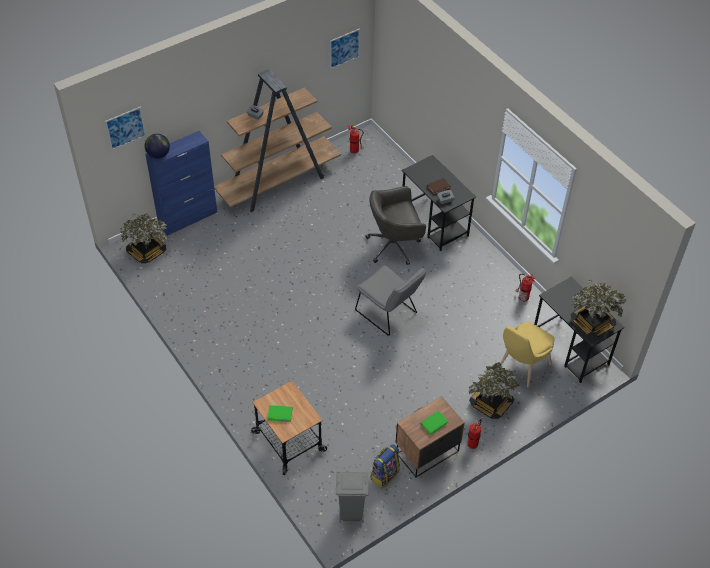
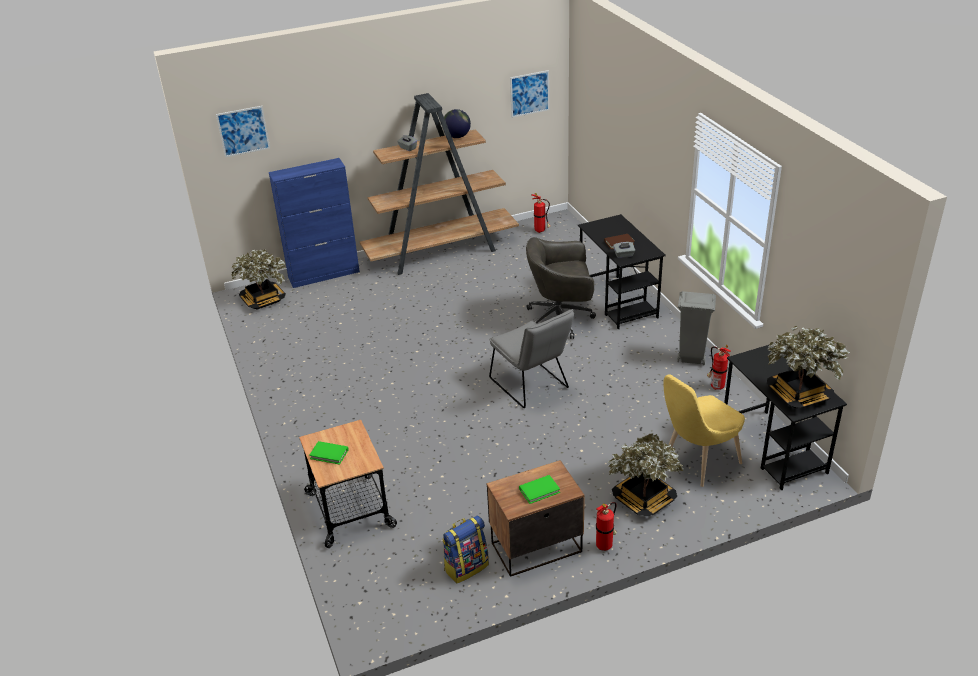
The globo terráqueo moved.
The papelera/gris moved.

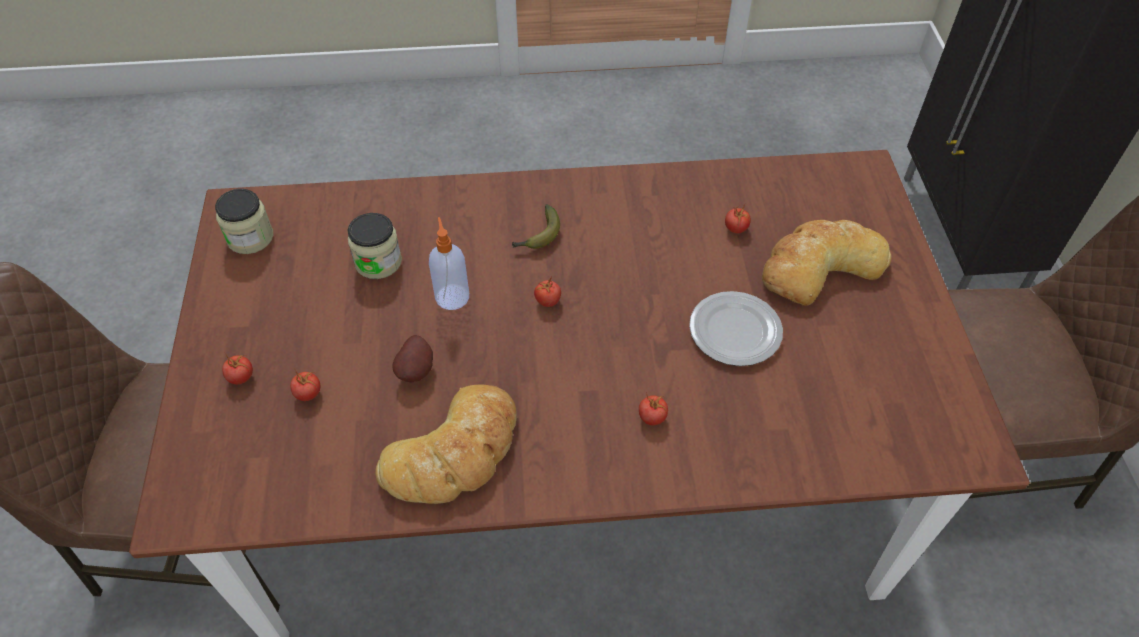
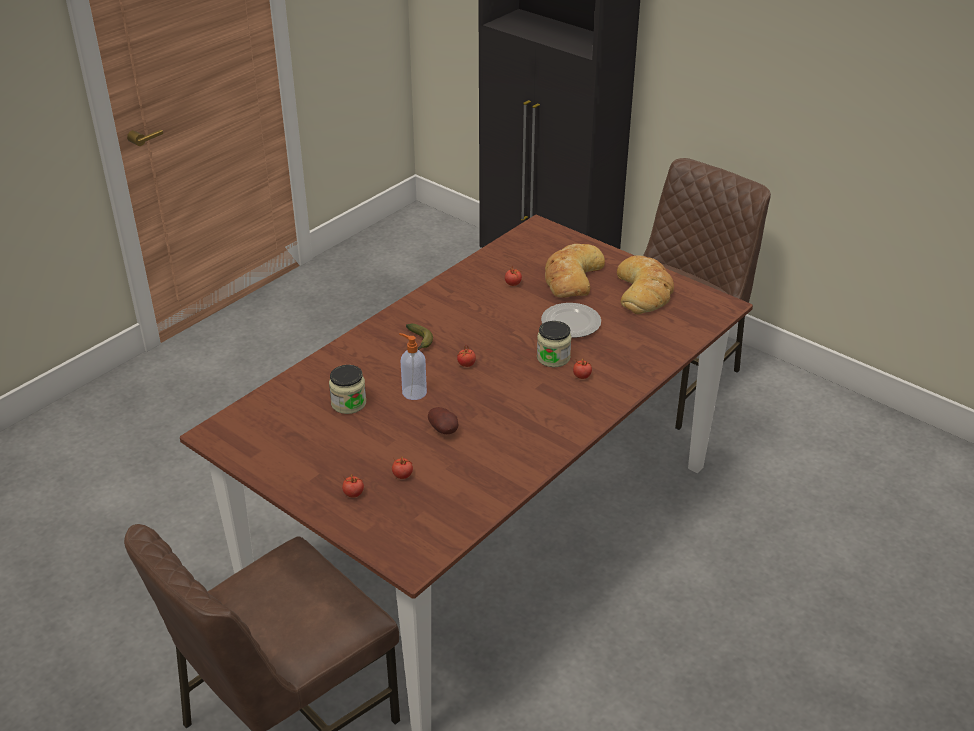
The tarro (no. 1 from left in the first image) moved.
The pan (no. 1 from left in the first image) moved.

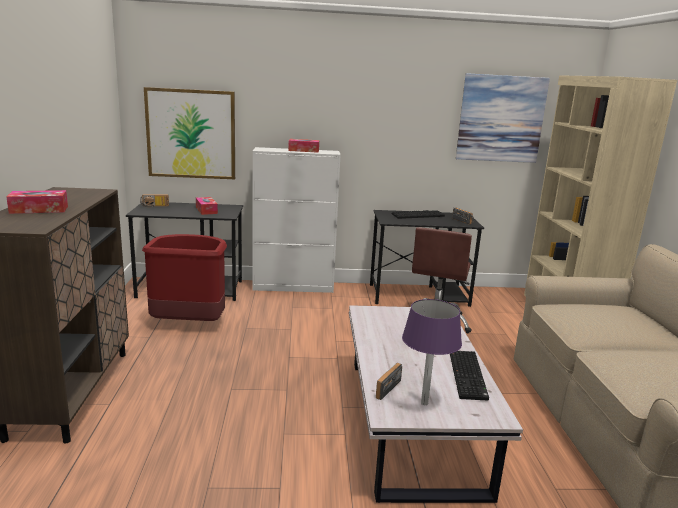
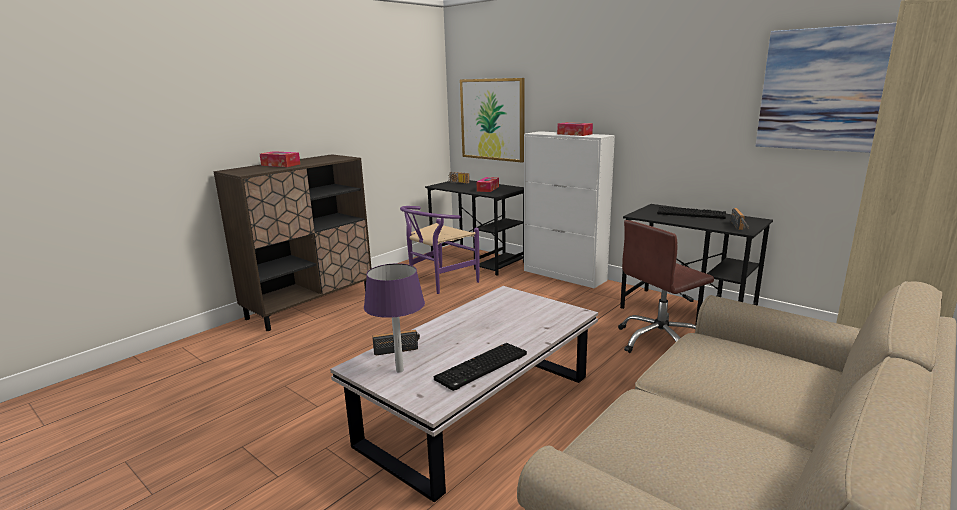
The papelera/rojo was replaced by the silla/morado.

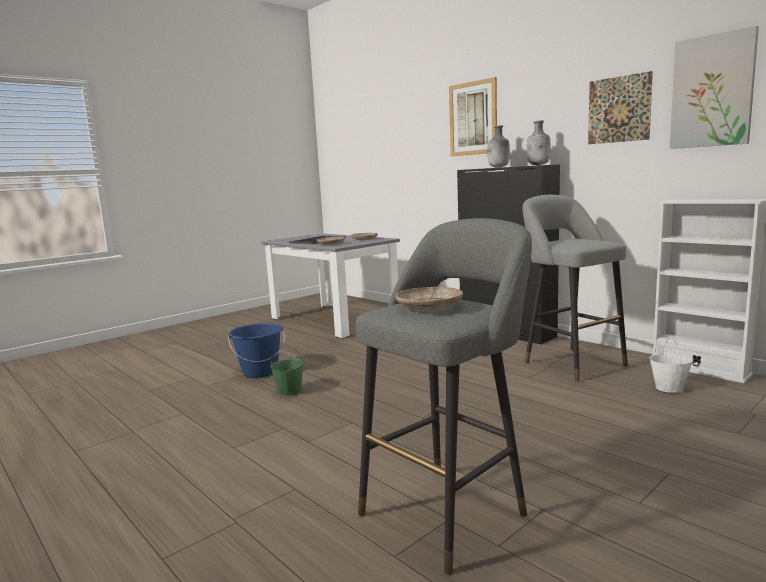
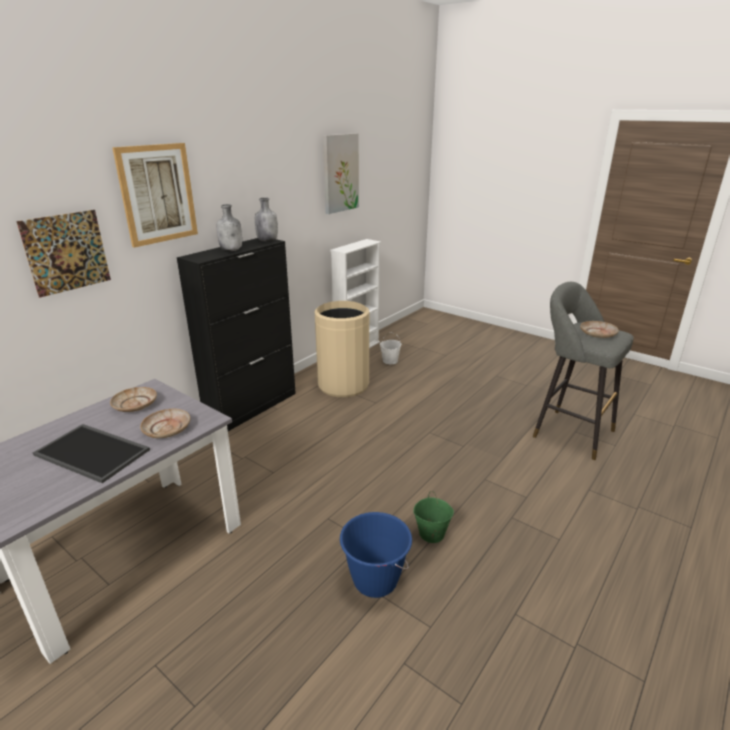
The cuadro (no. 2 from left in the first image) moved.
The taburete/gris (no. 2 from left) was replaced by the papelera/beis.

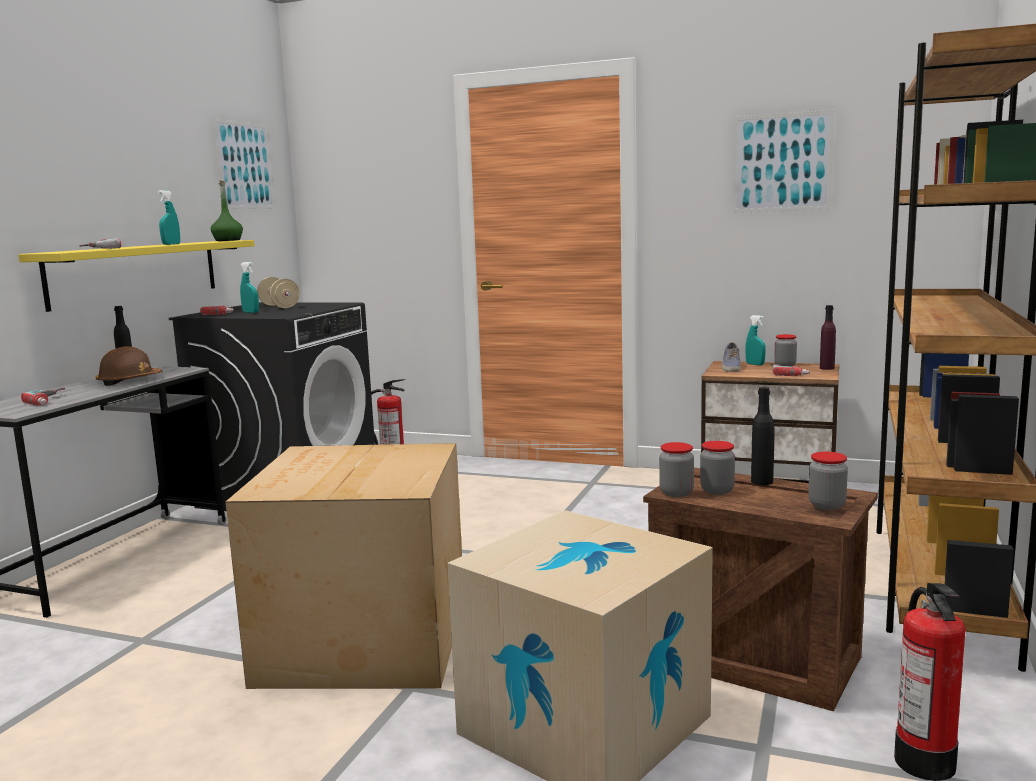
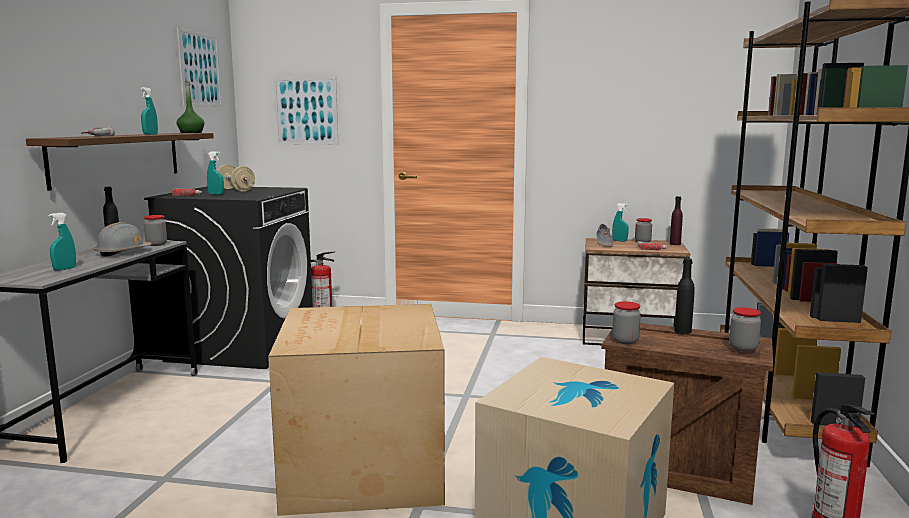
The cuadro (no. 2 from left) moved.
The estante/amarillo became the estante/marrón.
The casco/marrón became the casco/gris.
The taladro (no. 1 from left) was replaced by the pulverizador/turquesa (no. 1 from left).
The tarro (no. 2 from left in the first image) moved.

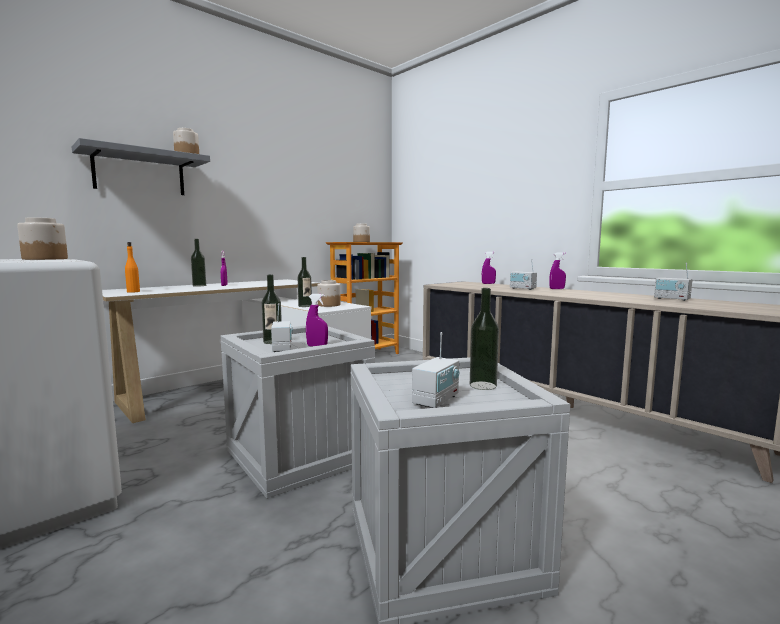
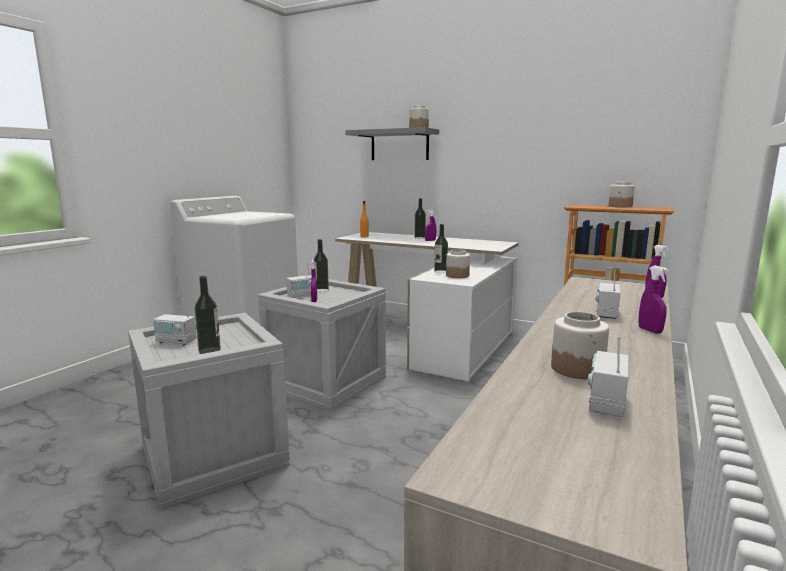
The tarro (no. 1 from left in the first image) moved.

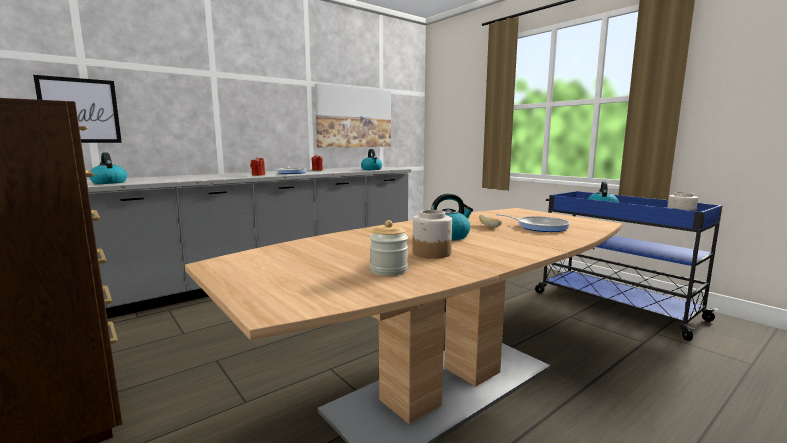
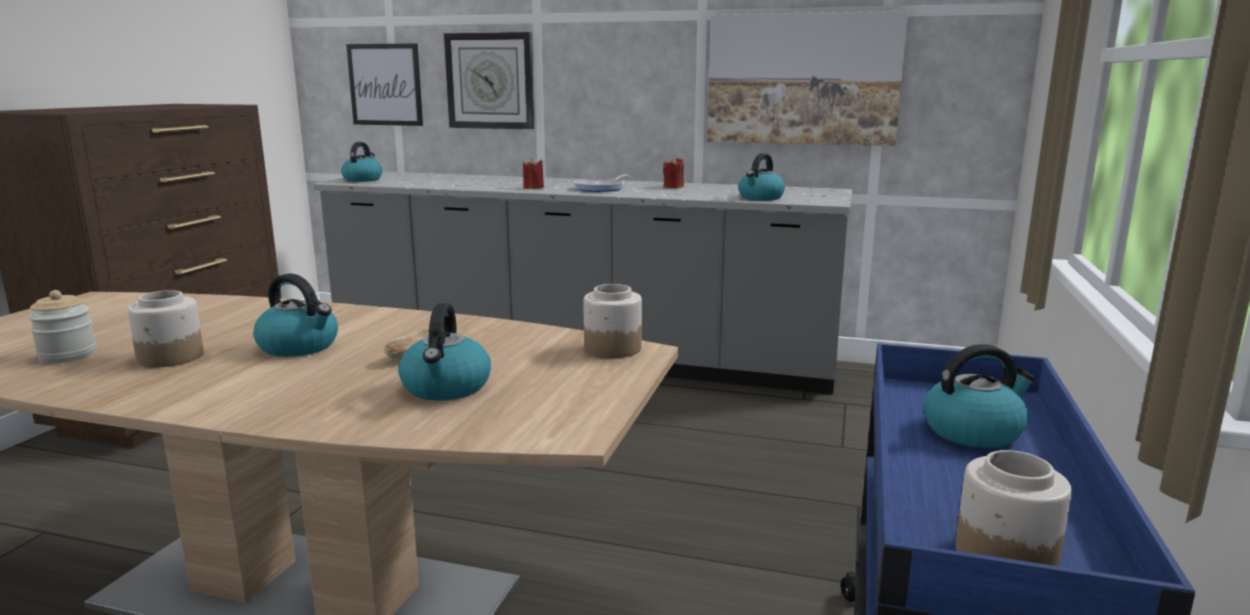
The sartén (no. 2 from left) was replaced by the hervidor (no. 3 from left).
The reloj de pared appeared.
The tarro (no. 3 from left) appeared.

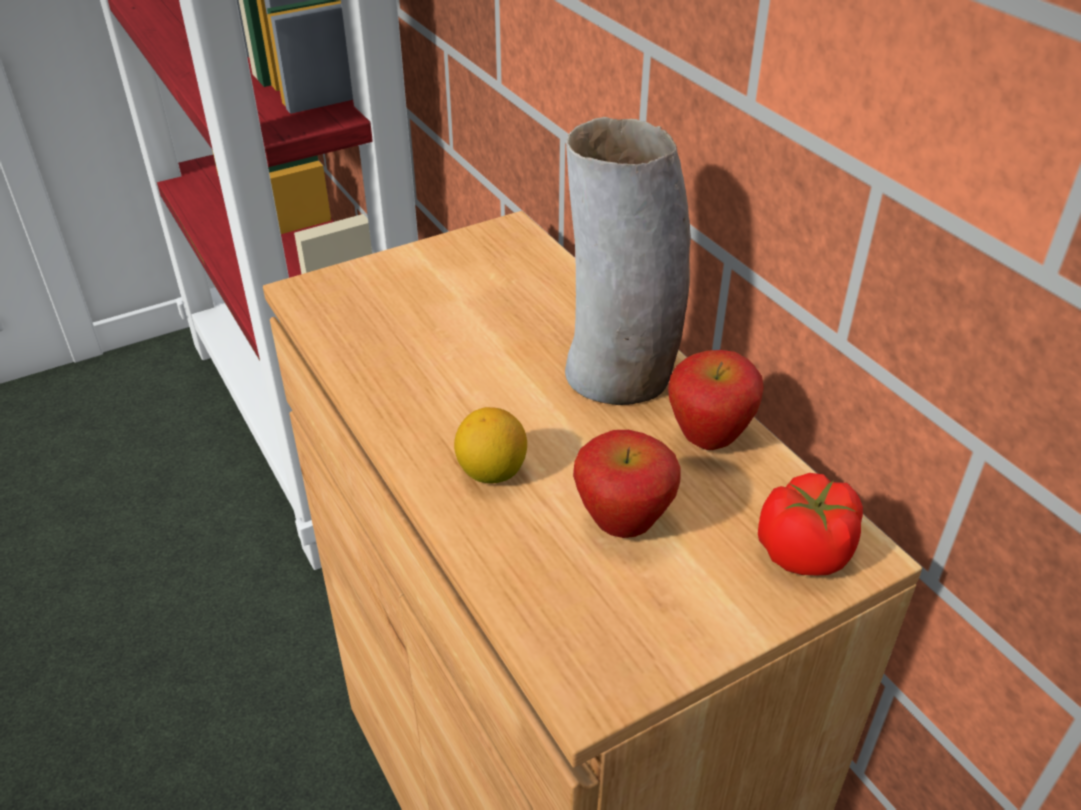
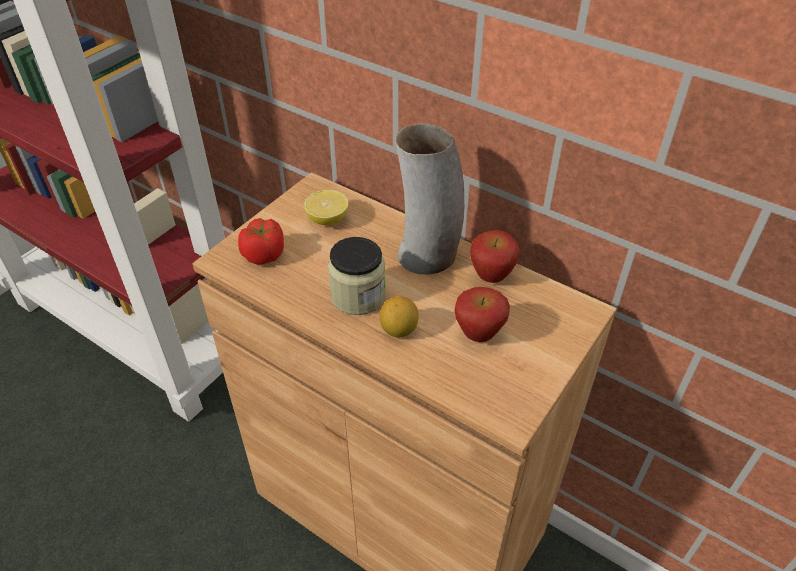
The tomate moved.
The limón (no. 1 from left) appeared.
The tarro appeared.

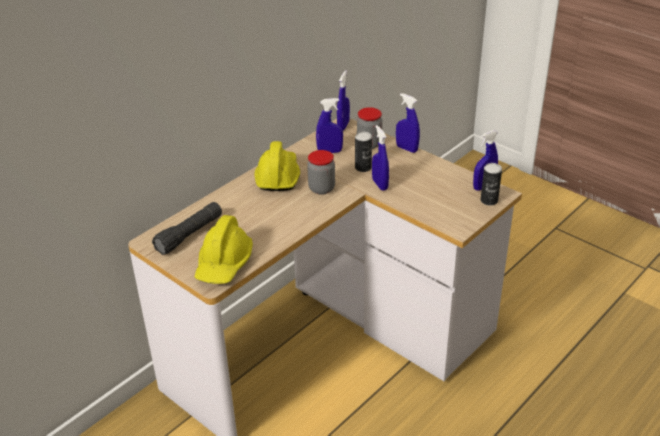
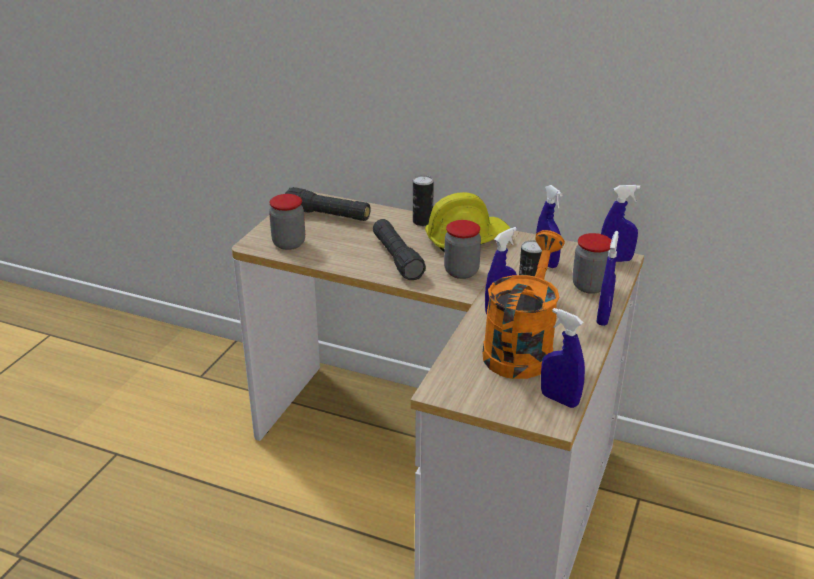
The lata (no. 2 from left in the first image) moved.
The casco/amarillo (no. 1 from left) was replaced by the tarro (no. 1 from left).
The linterna/negro (no. 2 from left) appeared.
The regadera/naranja appeared.

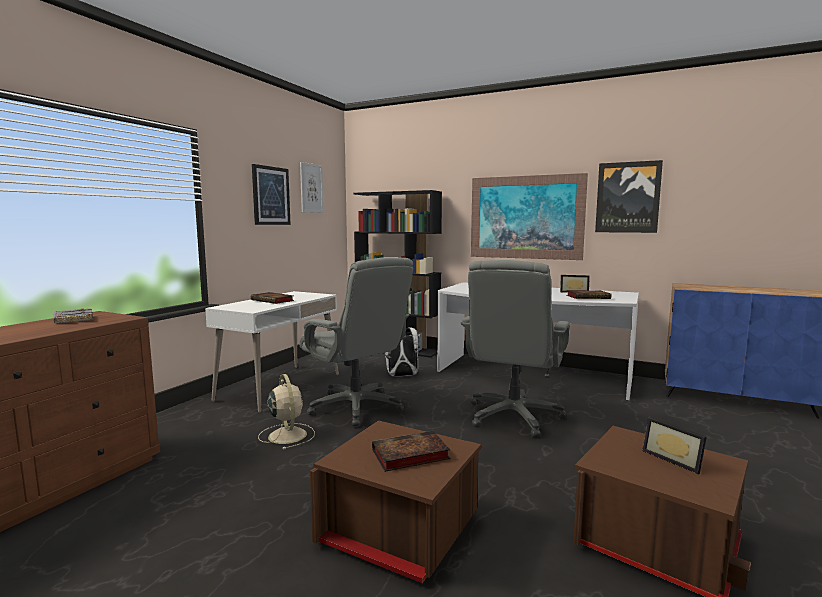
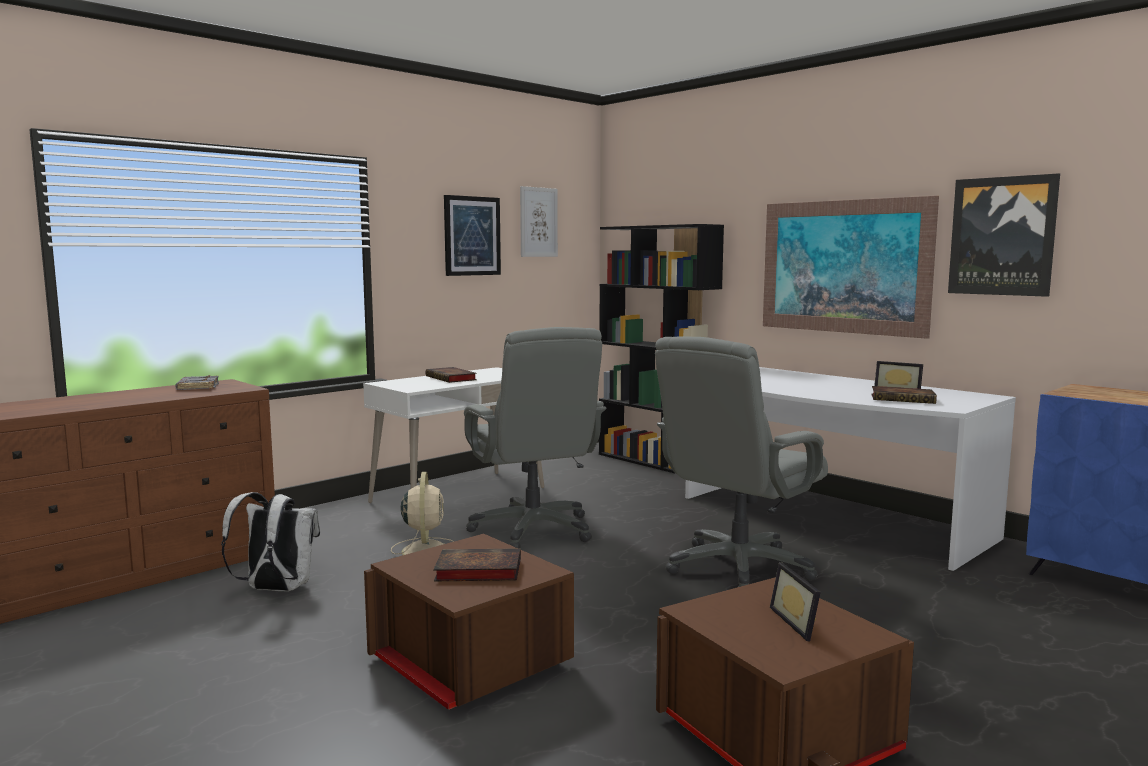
The mochila/blanco moved.

